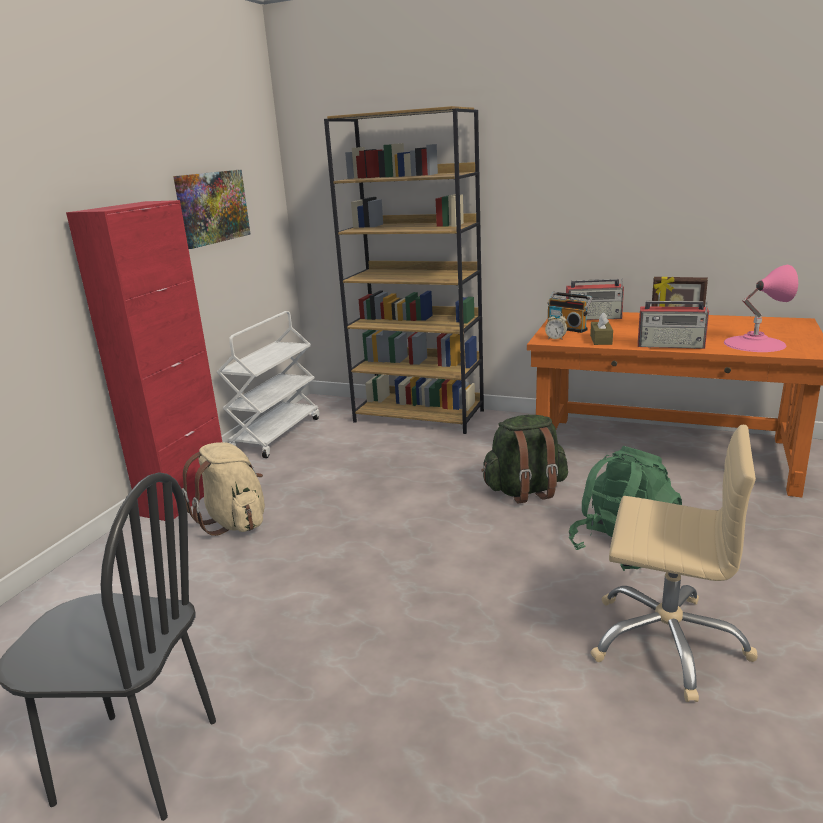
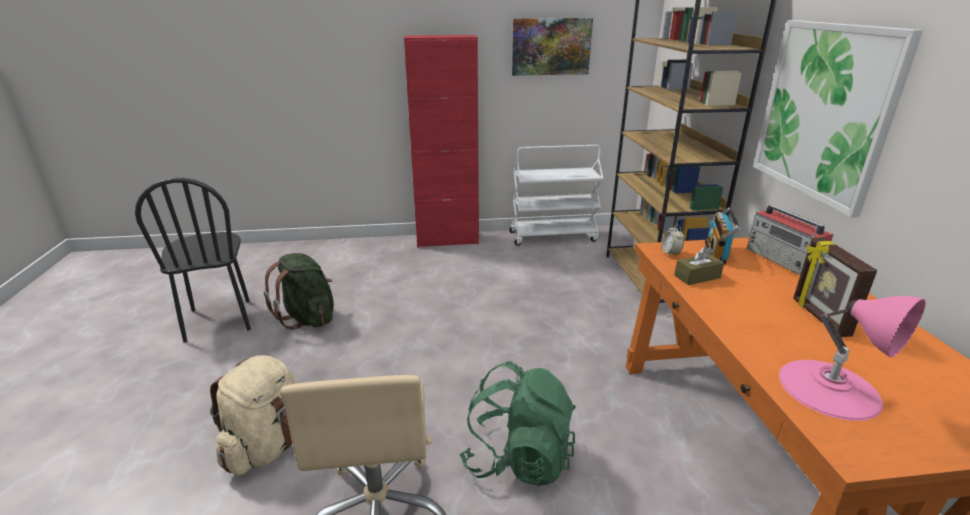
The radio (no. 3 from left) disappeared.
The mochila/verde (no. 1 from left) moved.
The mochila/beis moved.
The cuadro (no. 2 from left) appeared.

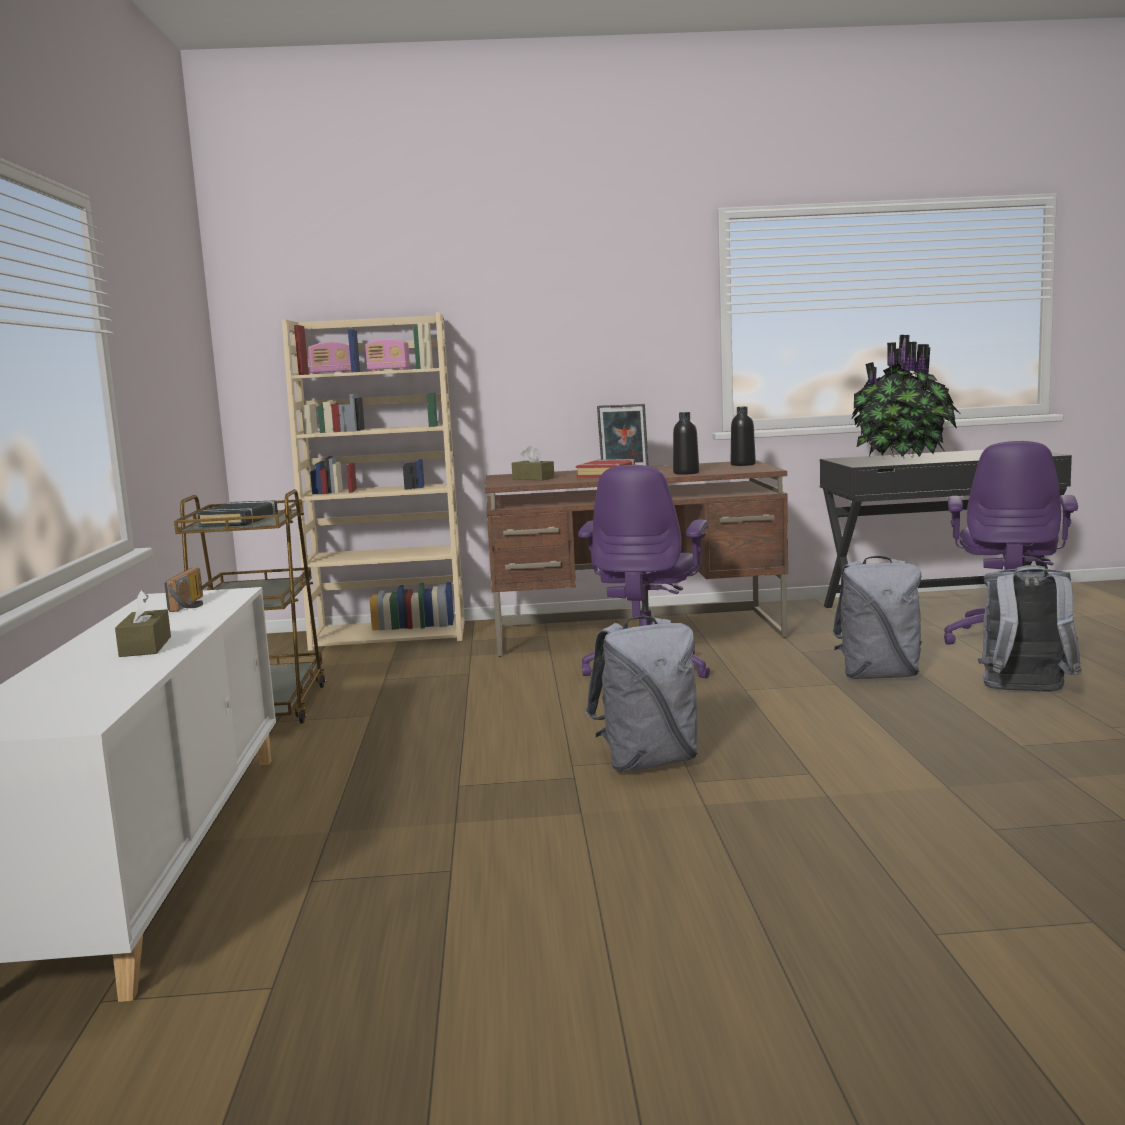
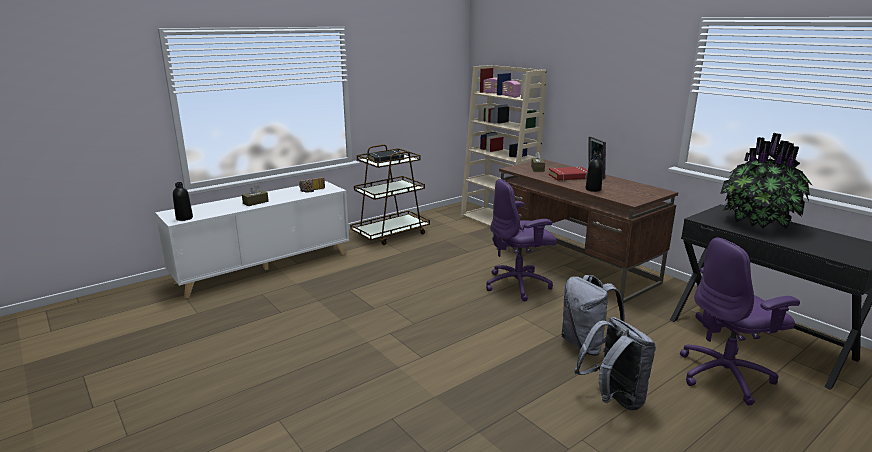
The botella/negro (no. 2 from left in the first image) moved.
The mochila/gris (no. 1 from left) disappeared.

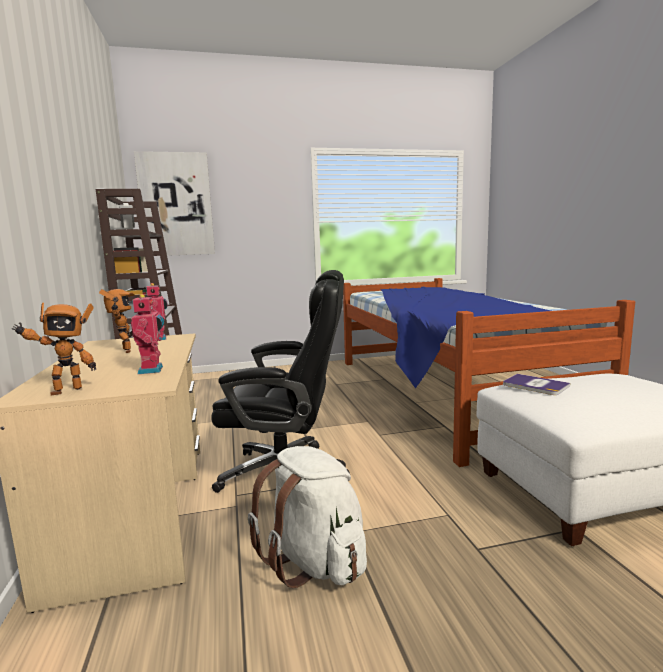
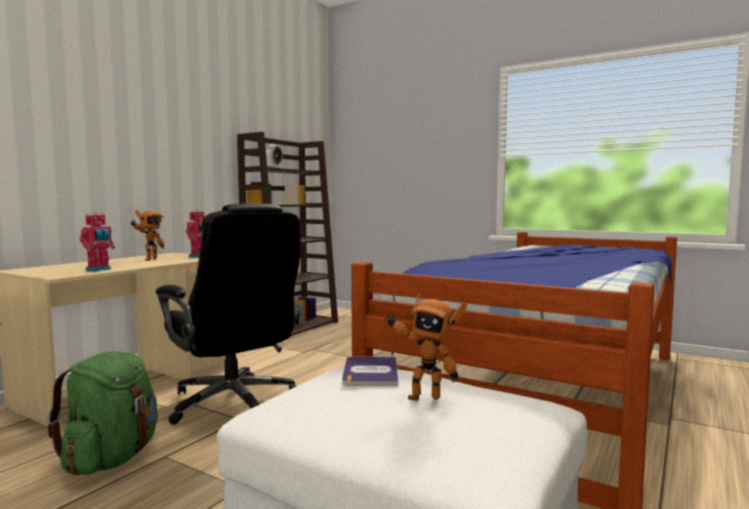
The cuadro disappeared.
The robot de juguete (no. 1 from left in the first image) moved.
The mochila/blanco became the mochila/verde.

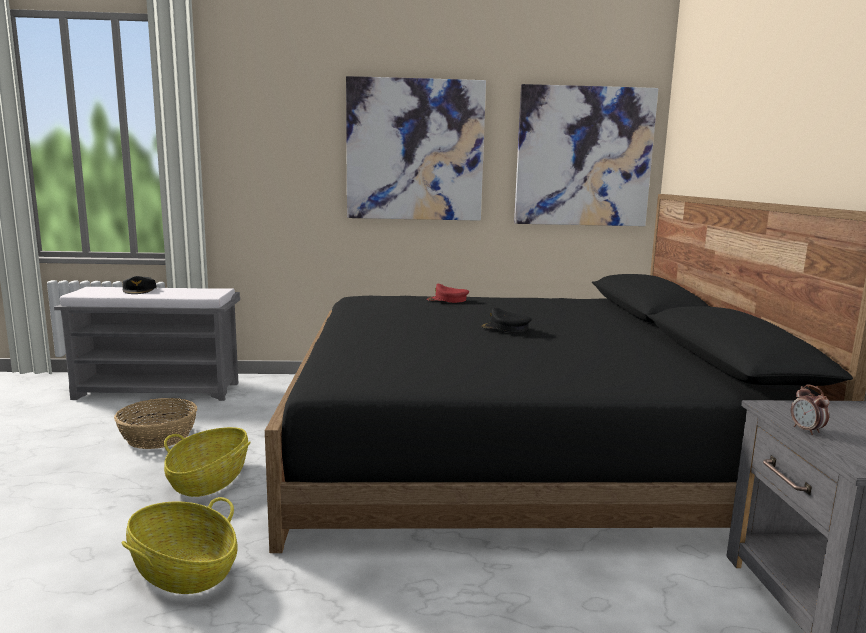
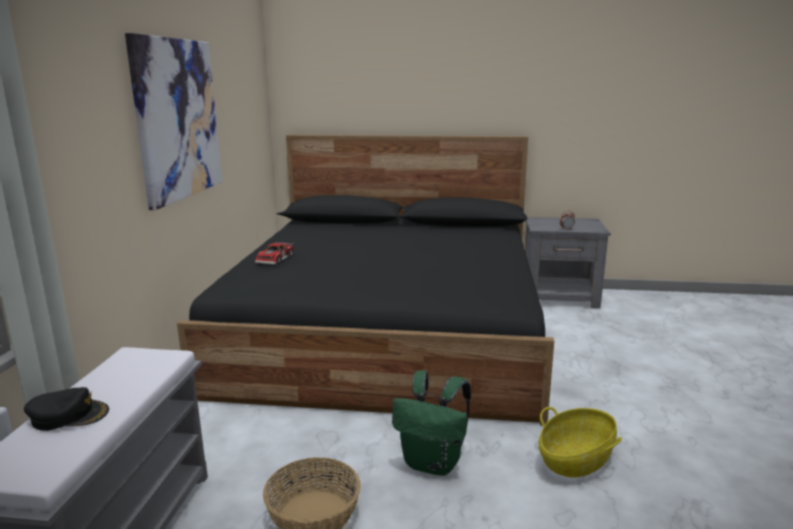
The cuadro (no. 2 from left) disappeared.
The gorra/rojo was replaced by the coche de juguete.
The gorra/negro (no. 2 from left) disappeared.
The cesta (no. 3 from left) was replaced by the mochila/verde.

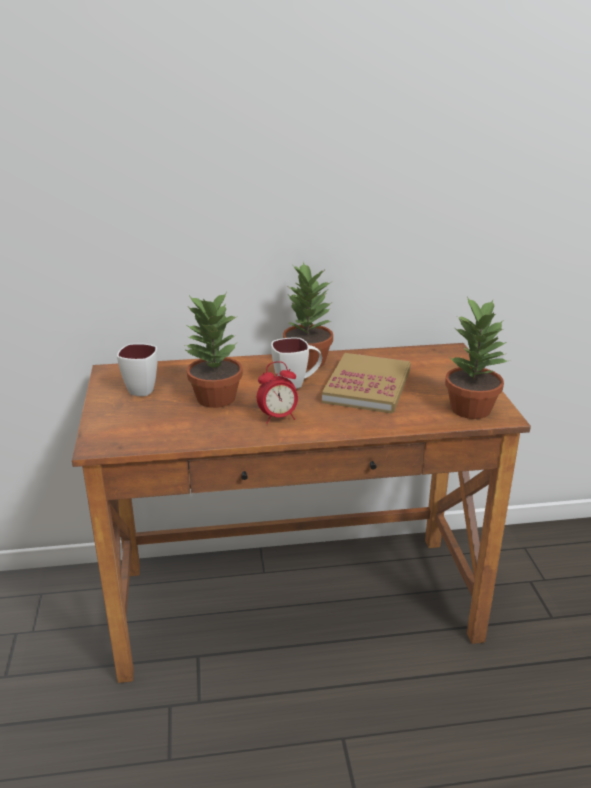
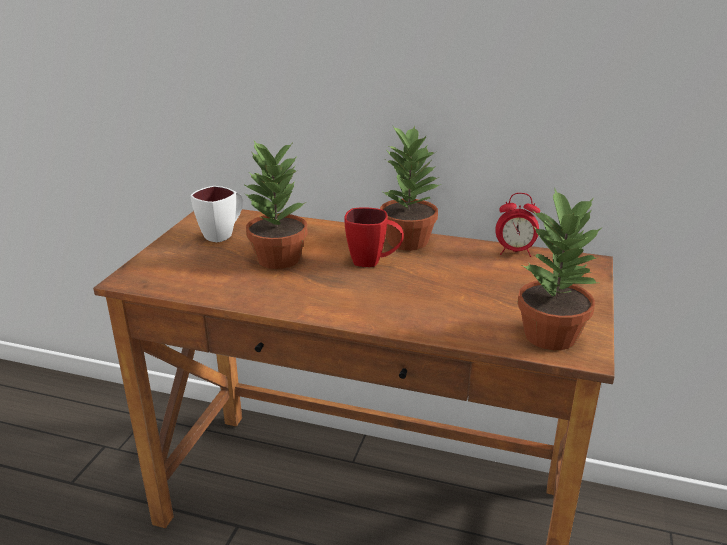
The taza grande/blanco (no. 2 from left) became the taza grande/rojo.
The libro disappeared.
The despertador moved.

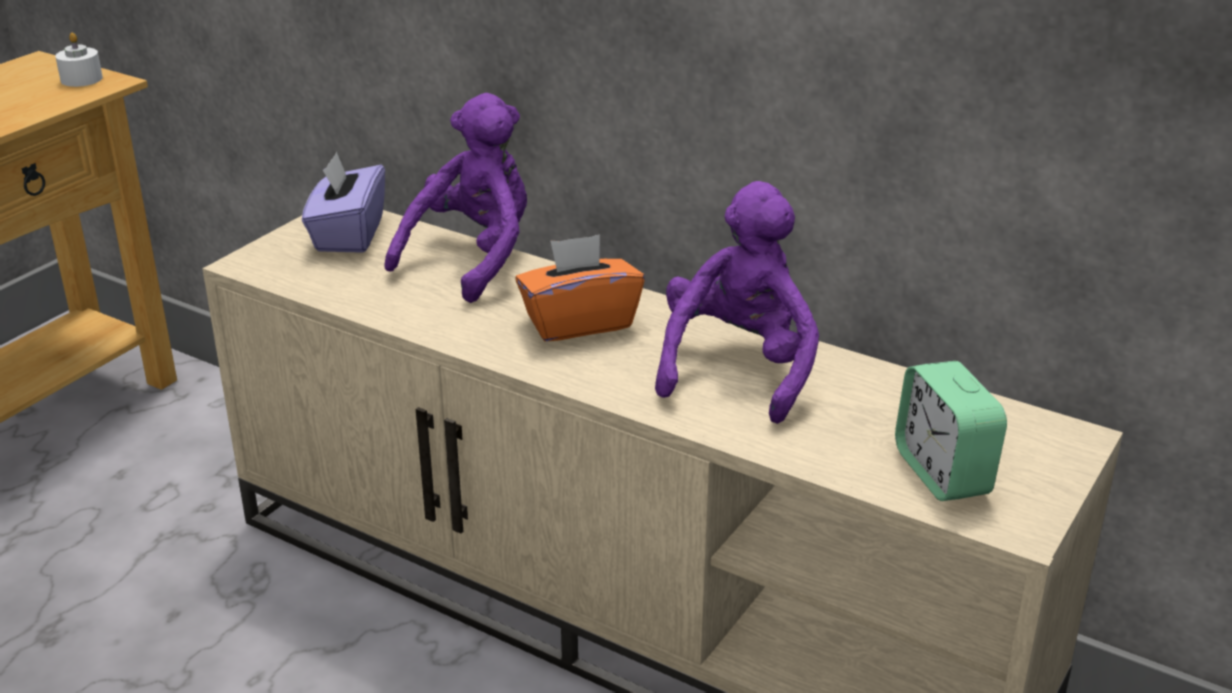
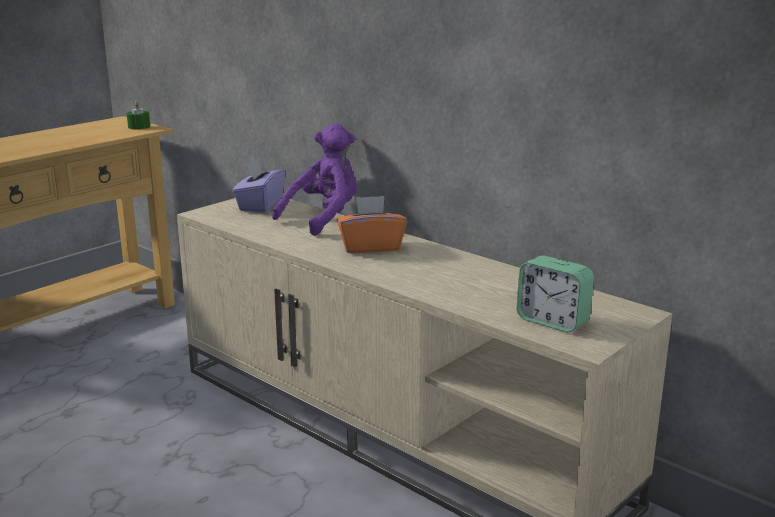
The vela/blanco became the vela/verde.
The peluche/morado (no. 2 from left) disappeared.
The despertador turned 45 degrees counterclockwise.

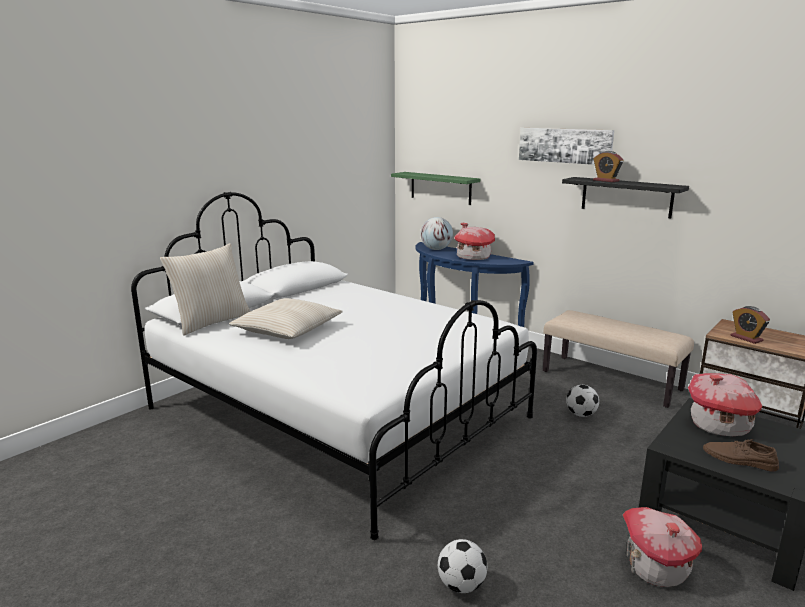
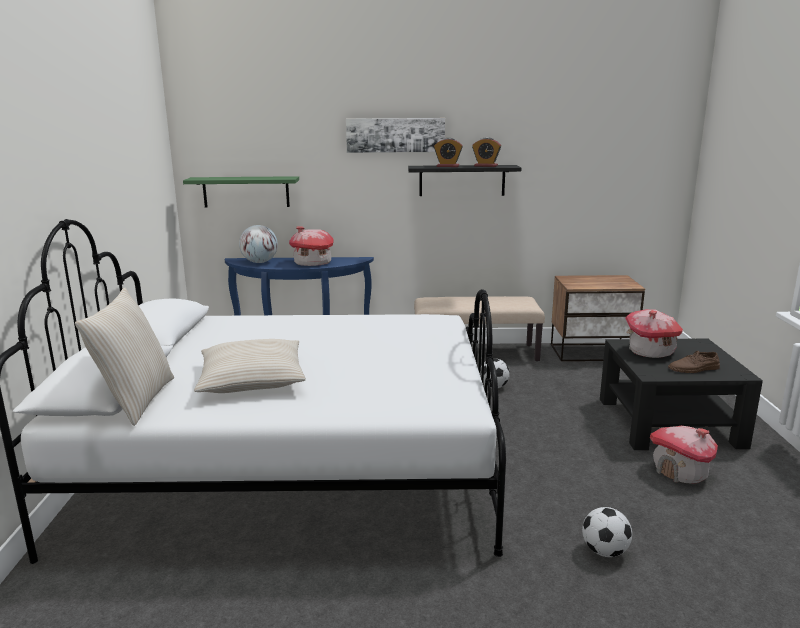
The despertador (no. 2 from left) moved.

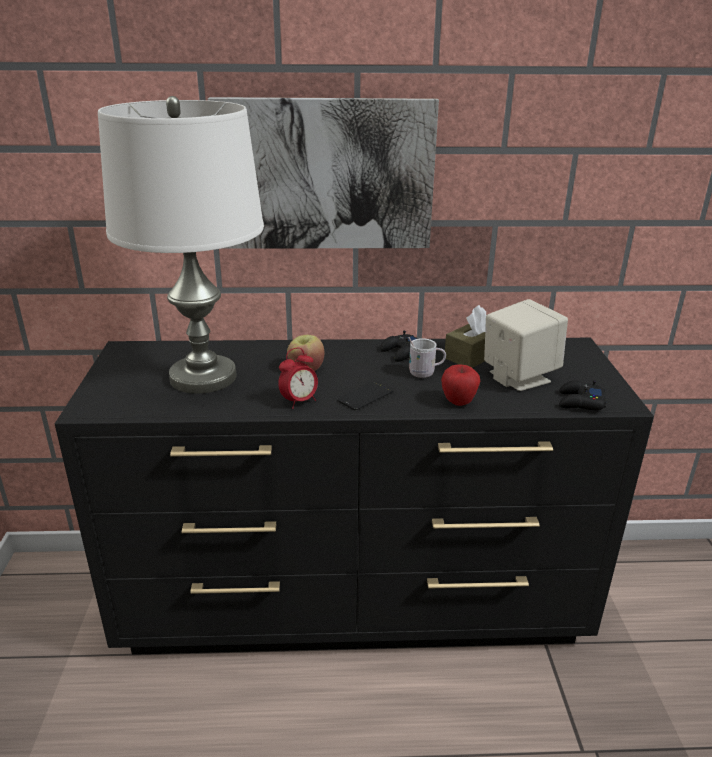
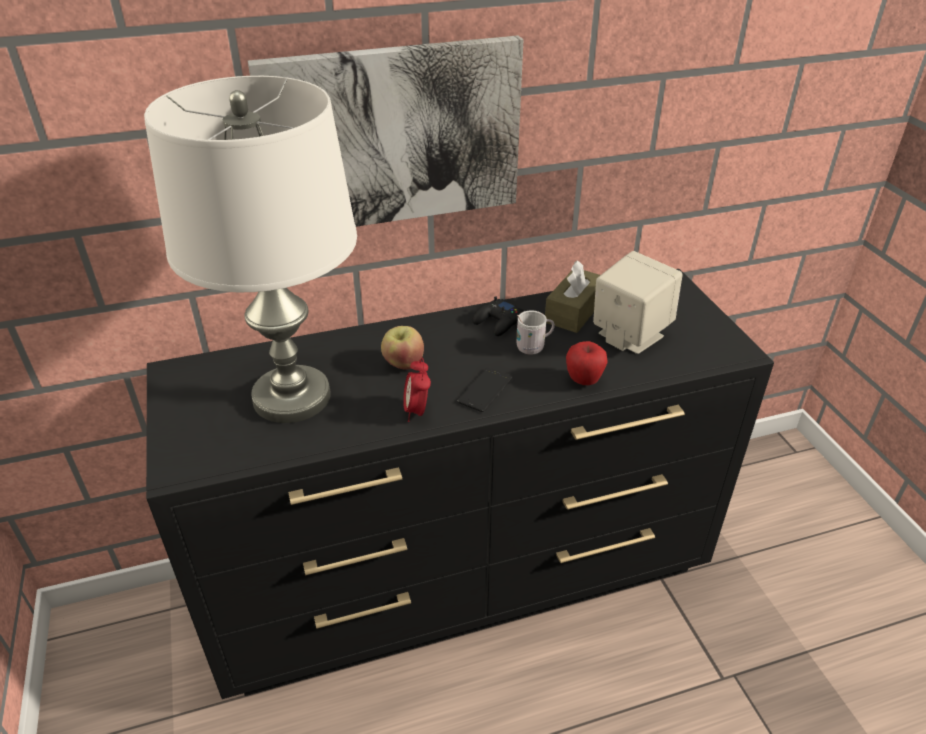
The despertador turned 135 degrees clockwise.
The mando de consola/negro (no. 2 from left) disappeared.

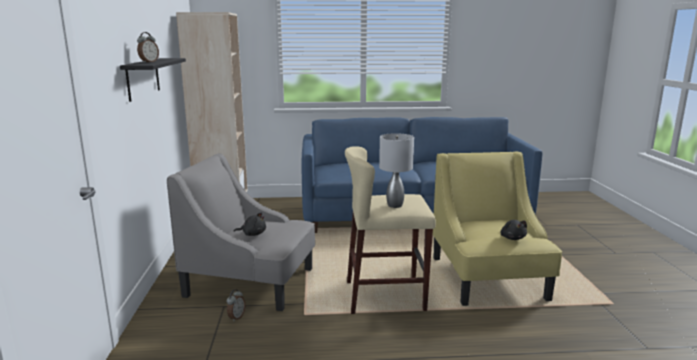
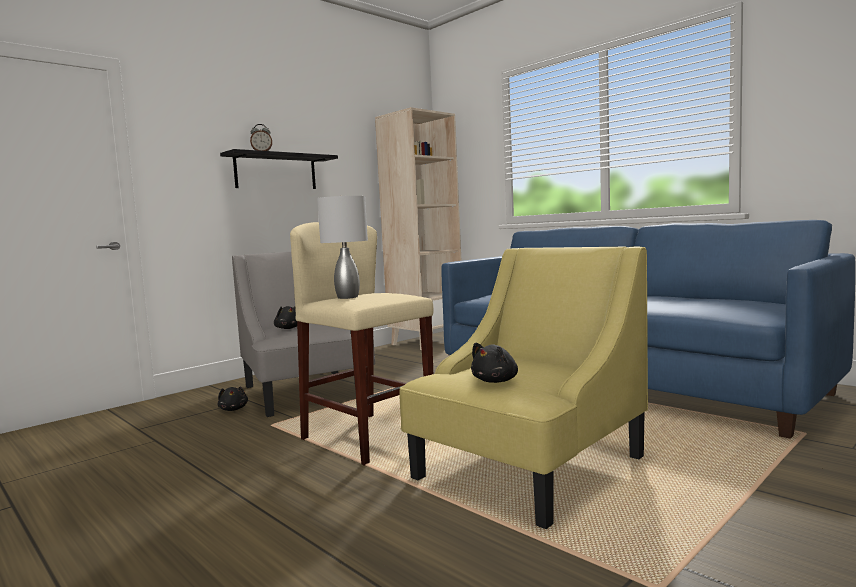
The despertador (no. 2 from left) was replaced by the peluche/negro (no. 1 from left).

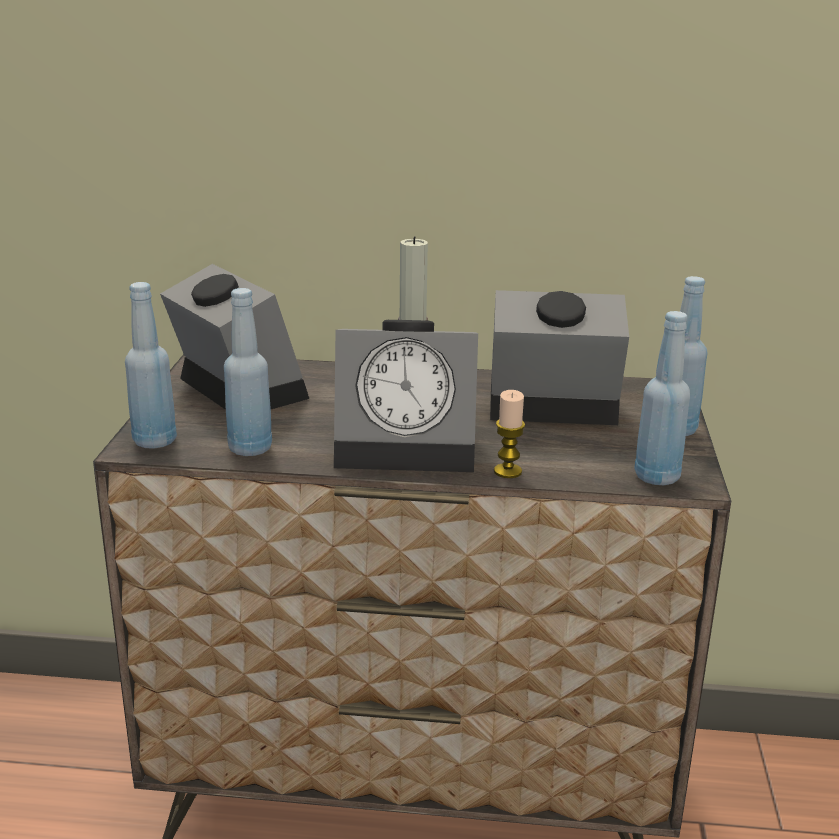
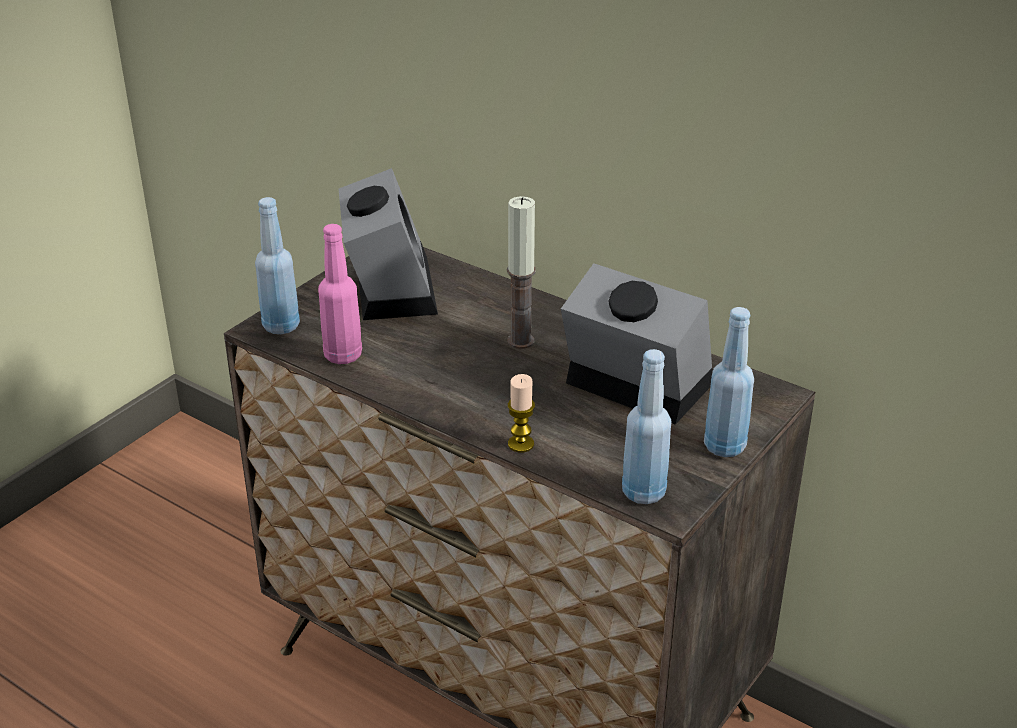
The botella/azul (no. 2 from left) became the botella/rosa.
The despertador (no. 2 from left) disappeared.

